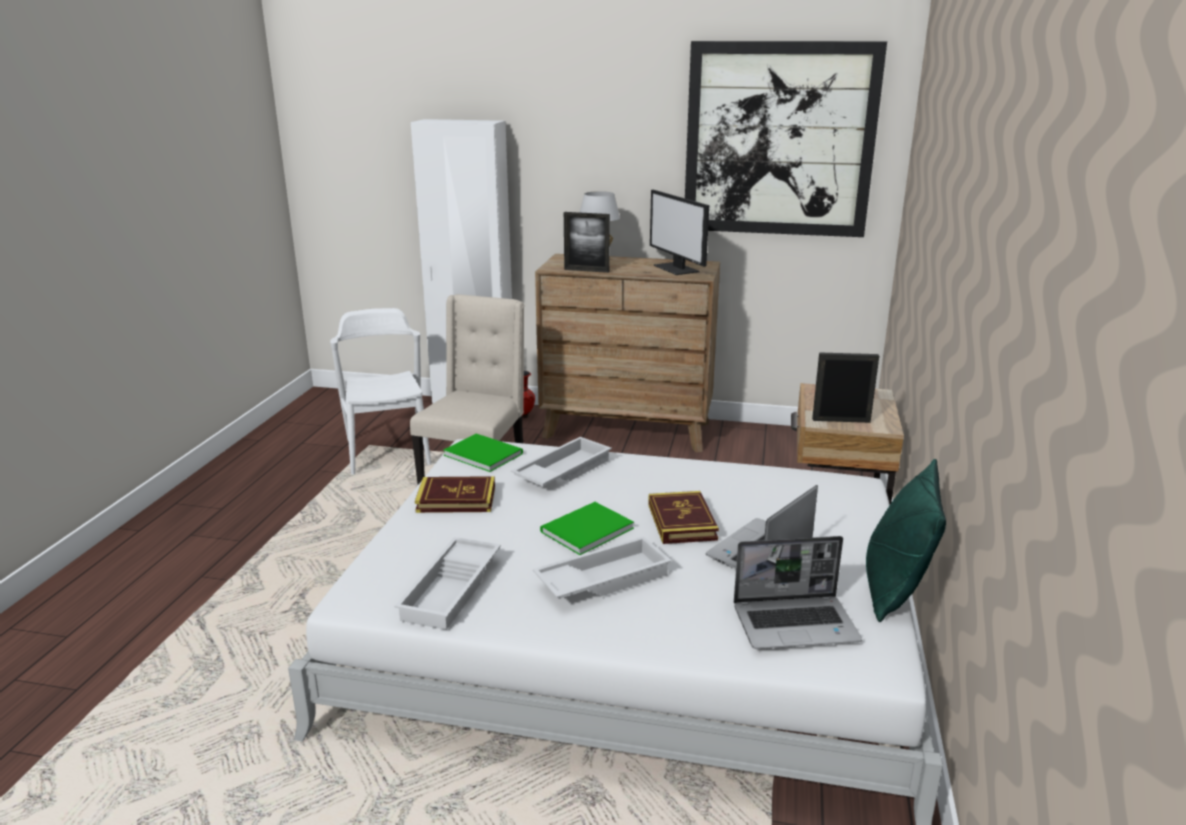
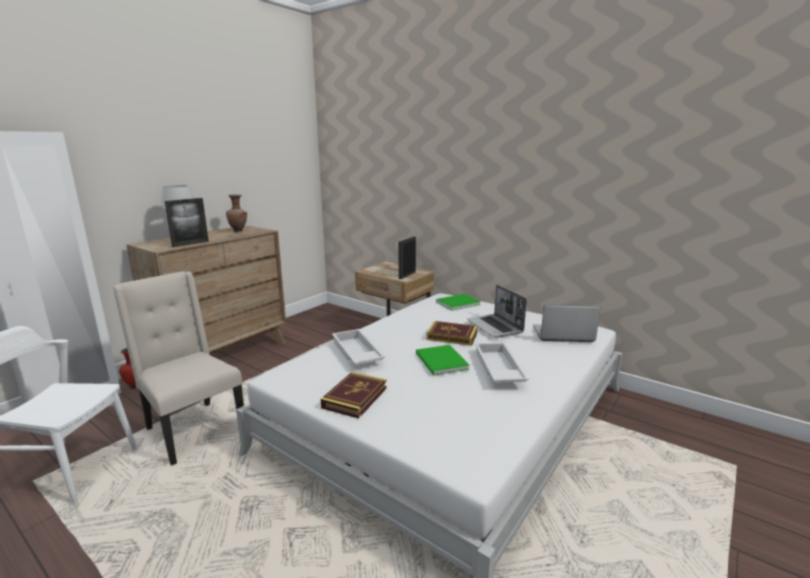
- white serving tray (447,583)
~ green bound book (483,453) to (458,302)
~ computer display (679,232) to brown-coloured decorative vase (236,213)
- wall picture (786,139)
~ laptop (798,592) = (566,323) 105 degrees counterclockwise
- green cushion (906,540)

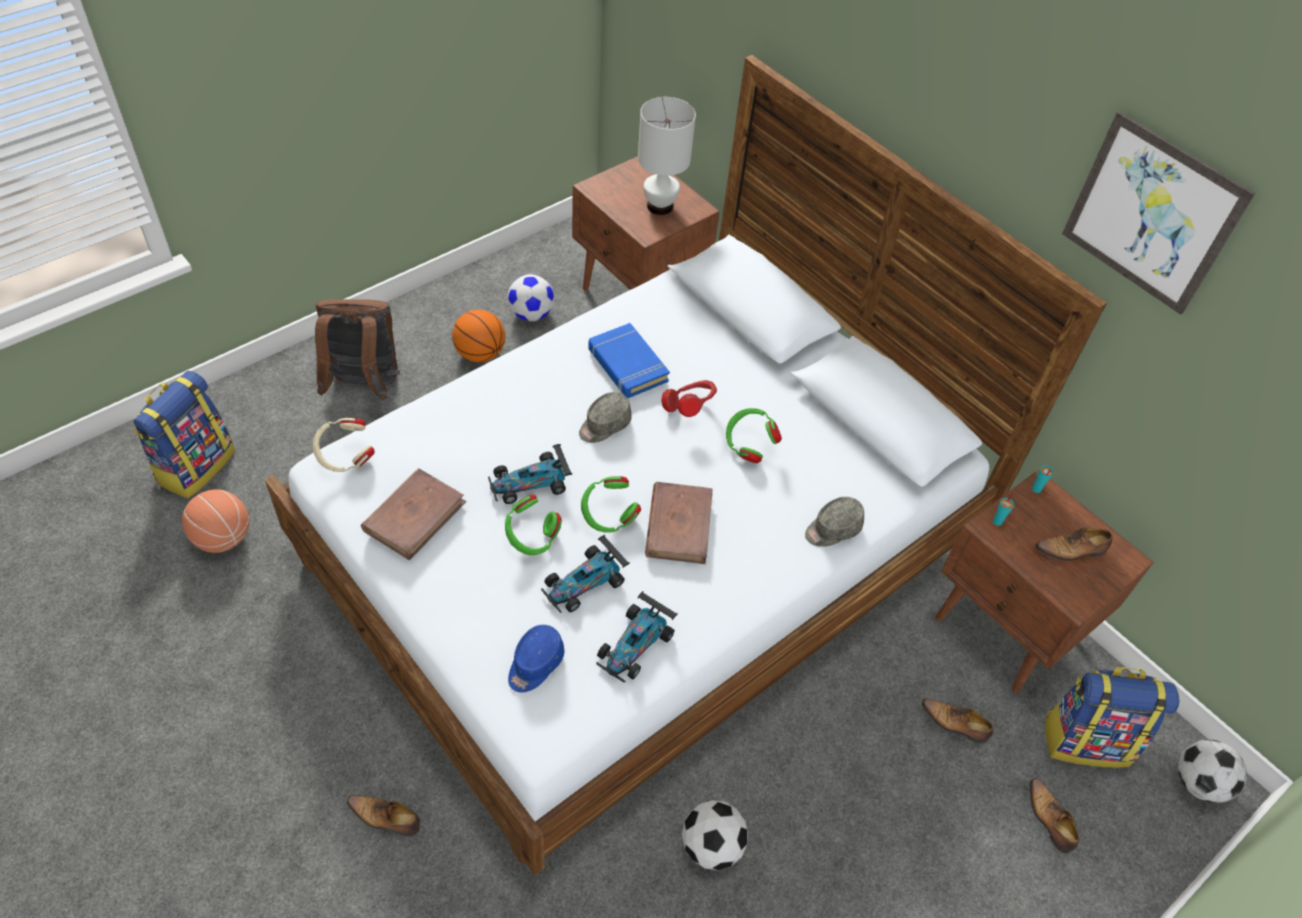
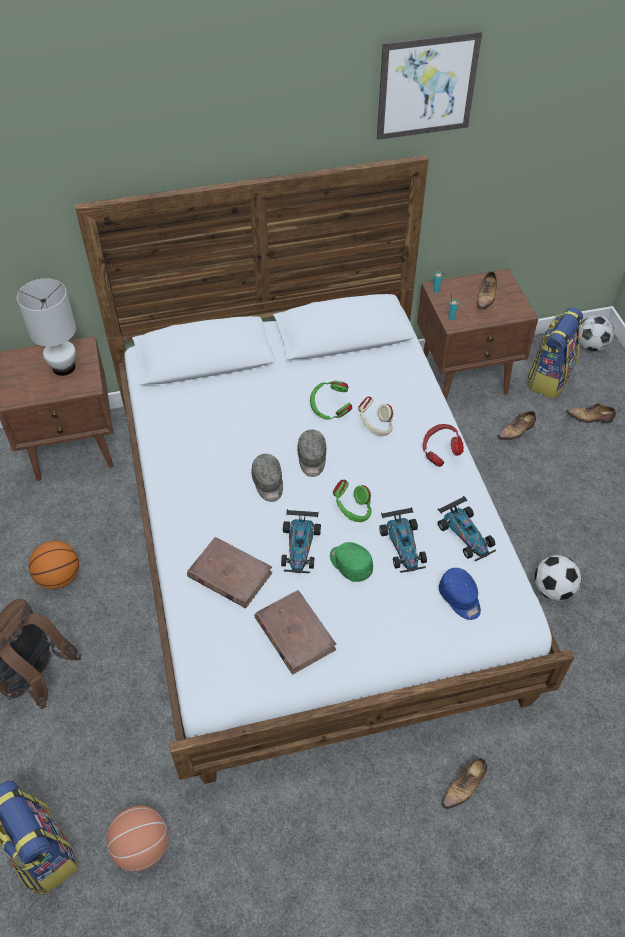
~ sand-coloured headset (344,445) to (376,416)
~ green headset (533,524) to green baseball cap (351,562)
- football (531,297)
- blue bound book (629,360)
~ brown-coloured bound book (679,523) to (230,572)
~ red headset (689,398) to (443,445)
~ gray baseball cap (834,522) to (311,453)

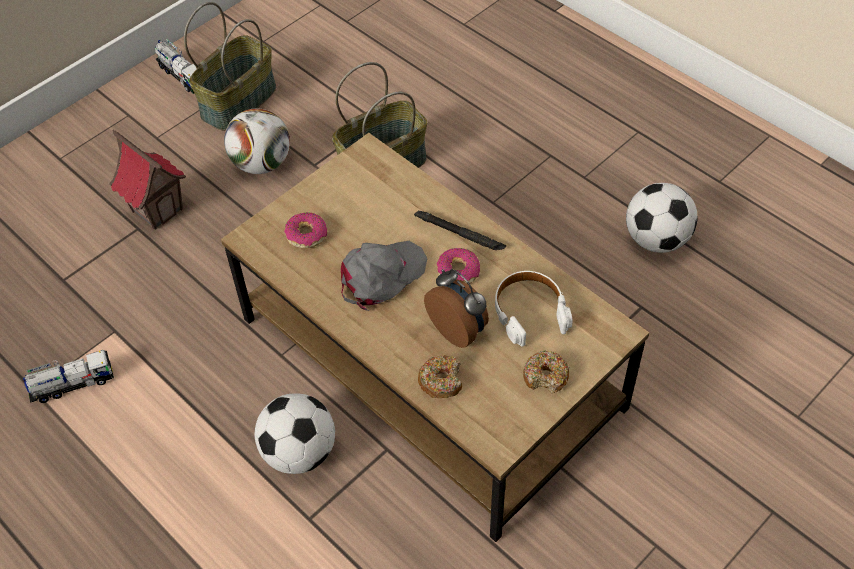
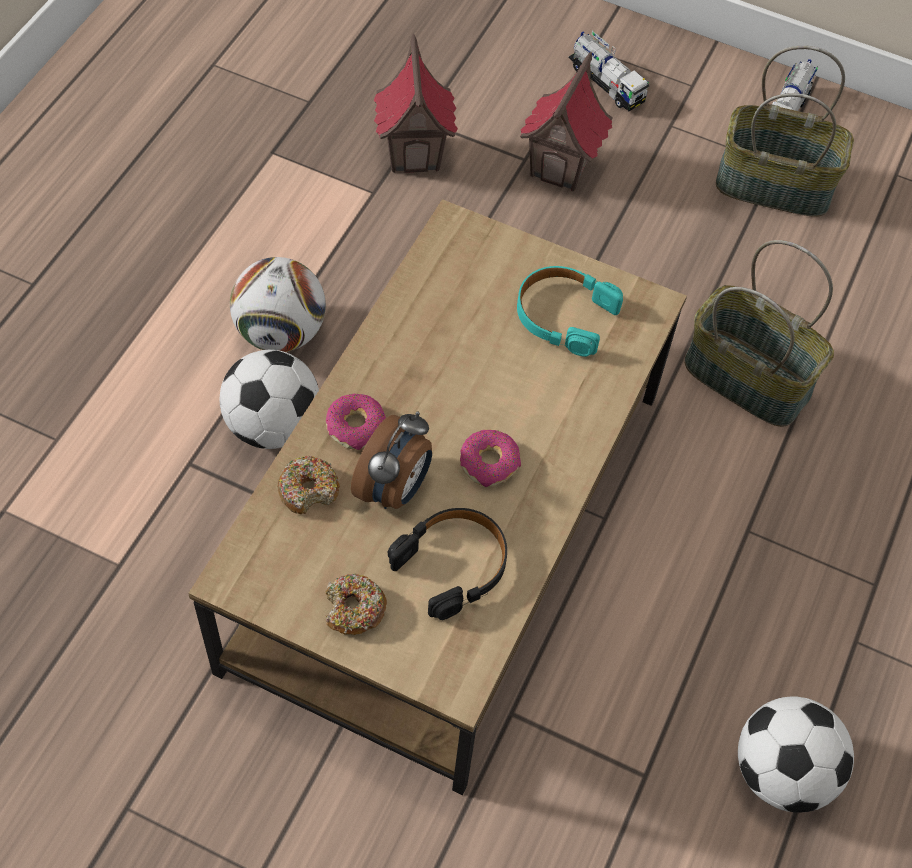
~ model truck (68,376) to (609,71)
~ football (257,141) to (278,304)
~ ring doughnut (305,230) to (356,421)
- gray baseball cap (384,276)
- black-coloured hand torch (460,230)
~ white headset (534,309) to black-coloured headset (447,564)
+ miniature house (416,103)
+ turquoise-coloured headset (570,311)

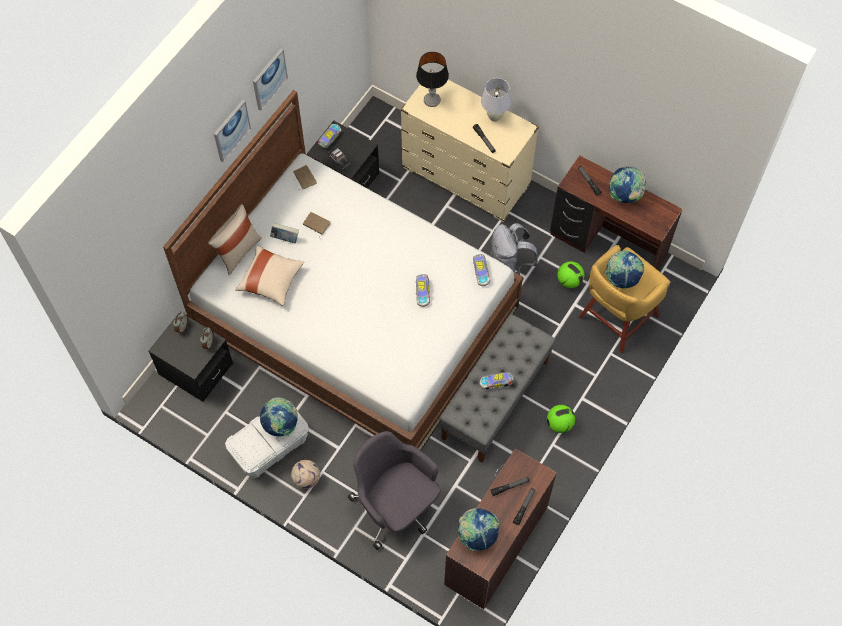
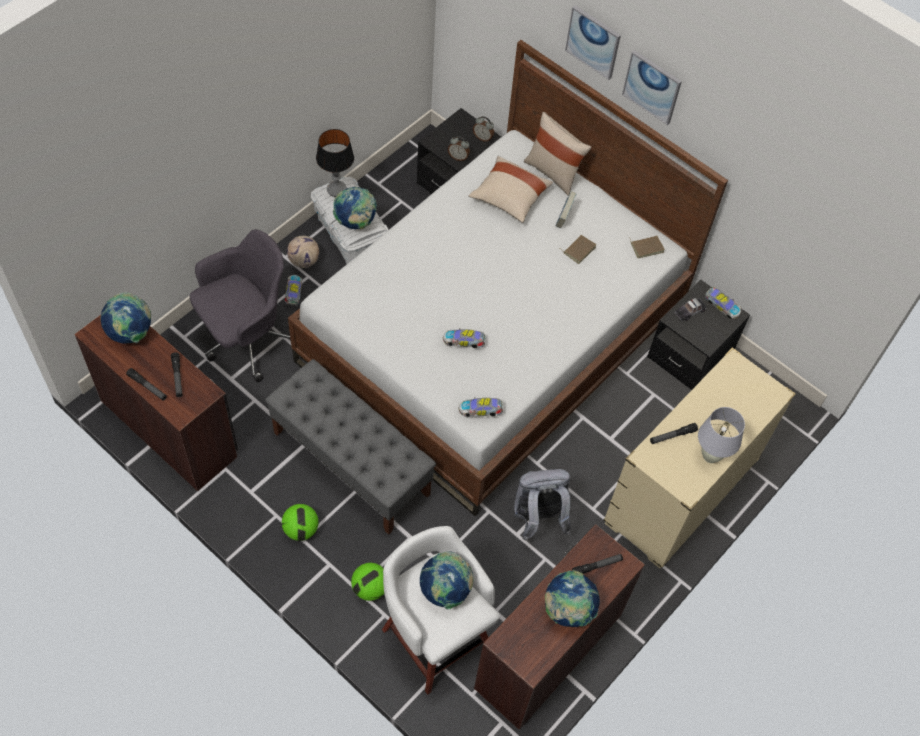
~ wall picture (270,80) to (593,42)
~ table lamp (432,79) to (335,163)
~ model car (496,381) to (294,290)
~ football (570,274) to (367,582)
~ yellow stool seat (624,299) to white stool seat (440,610)

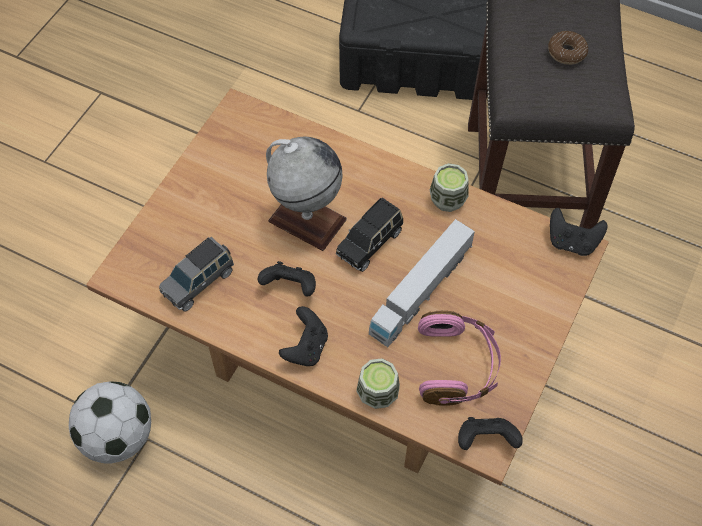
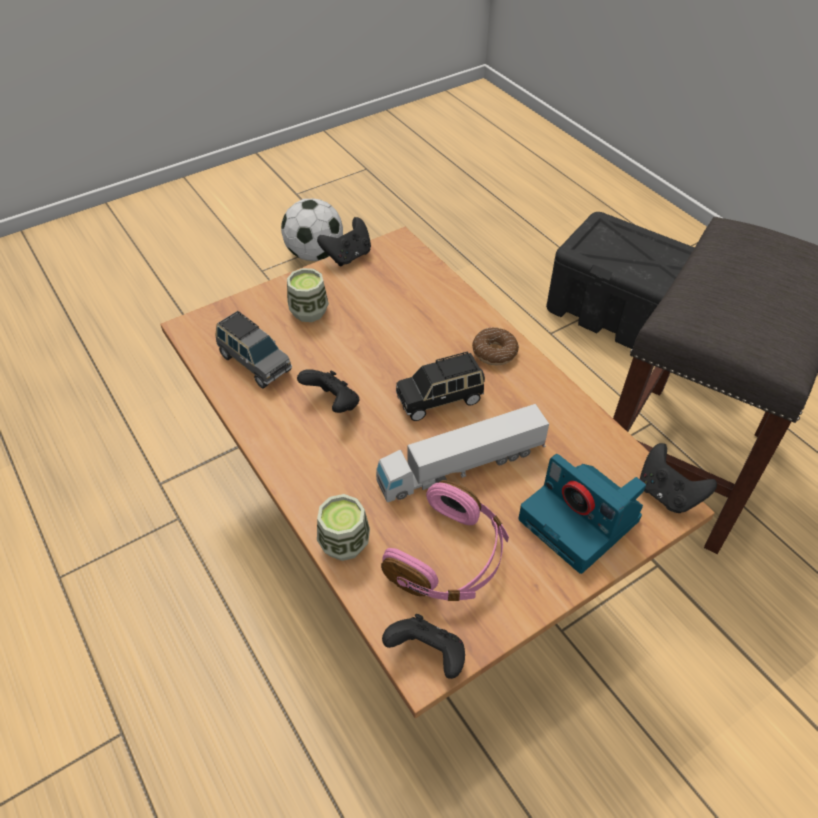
~ football (110,422) to (312,230)
~ gray model car (196,274) = (254,350) 120 degrees counterclockwise
- world globe (306,193)
~ black-coloured game controller (303,336) to (344,242)
~ cup (449,187) to (308,295)
~ ring doughnut (568,48) to (495,346)
+ photo camera (582,514)

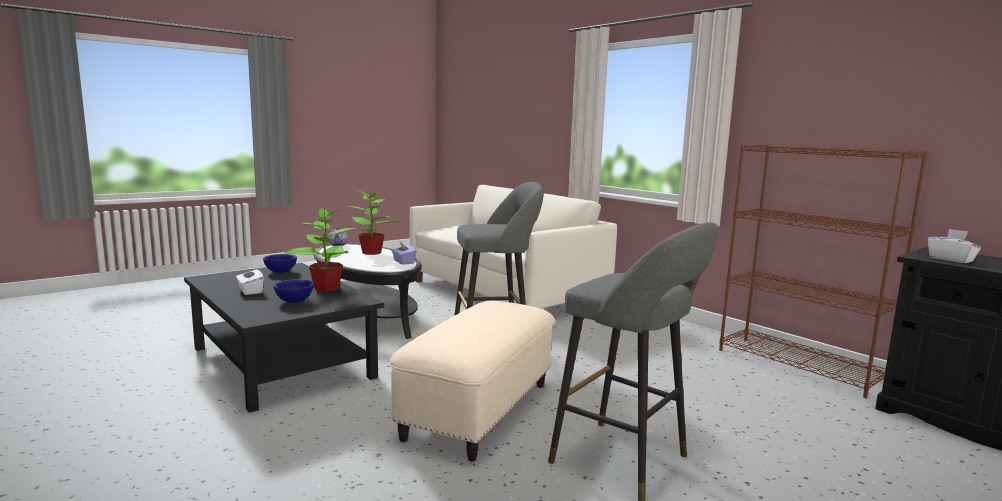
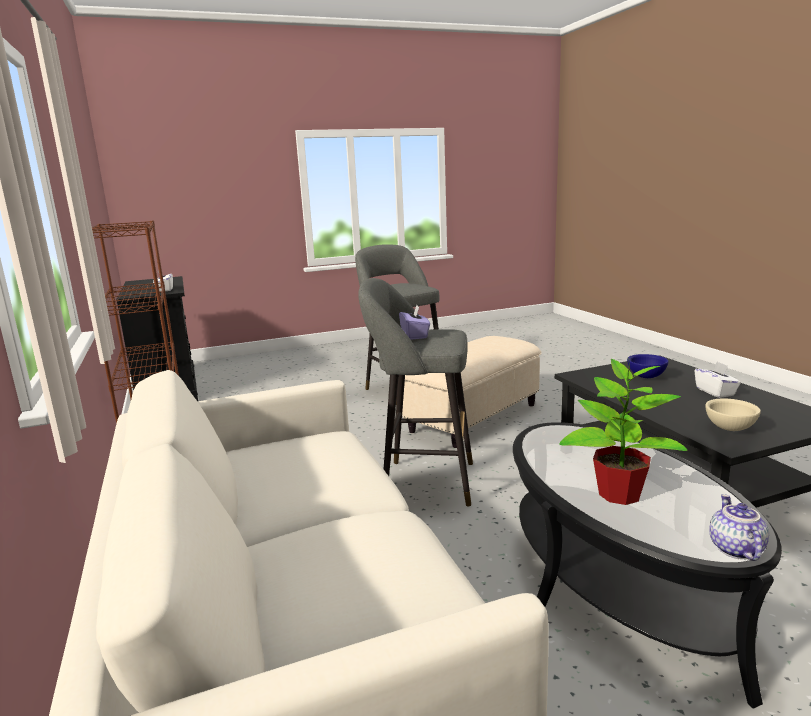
~ blue serving bowl (280,263) to sand-coloured serving bowl (733,414)
- houseplant (320,249)
~ purplish tissue box (404,253) to (414,322)

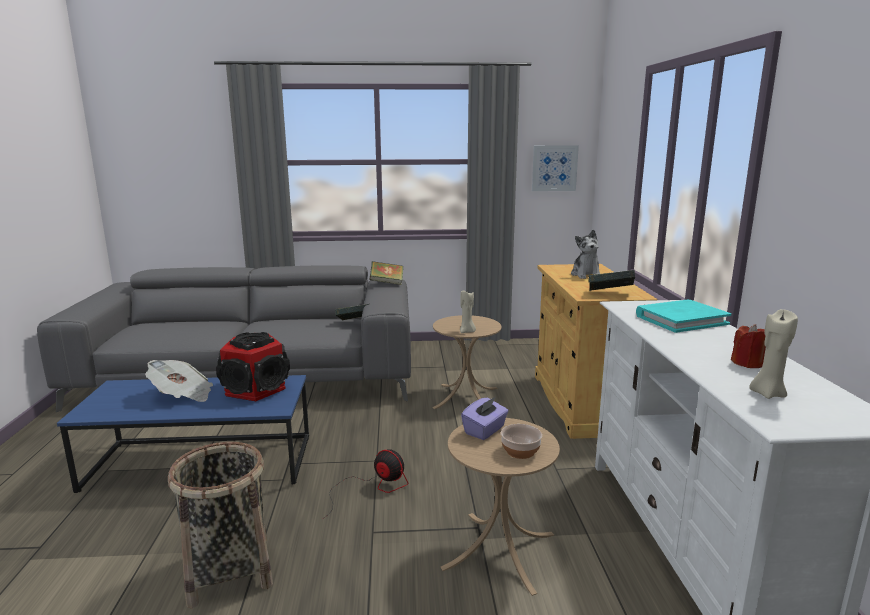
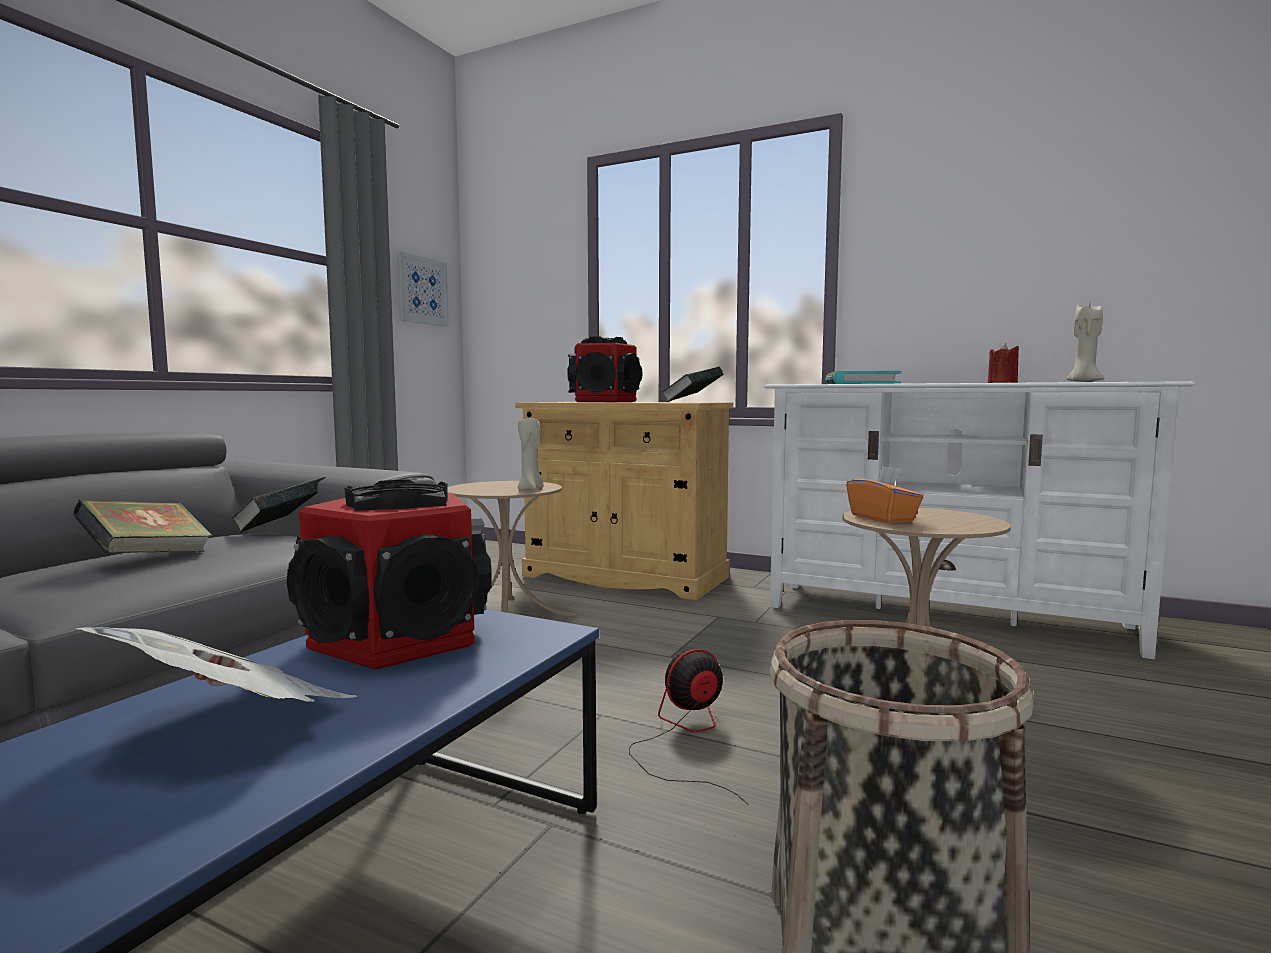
~ bound book (386,273) to (142,526)
~ purplish tissue box (485,418) to orange tissue box (885,494)
- serving bowl (521,441)
~ soft toy (586,254) to loudspeaker (605,369)

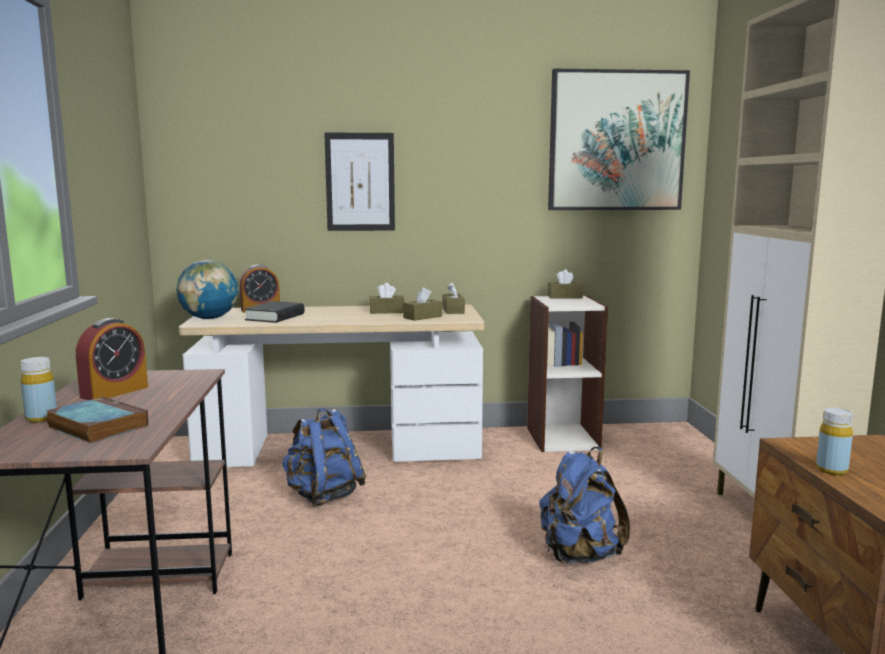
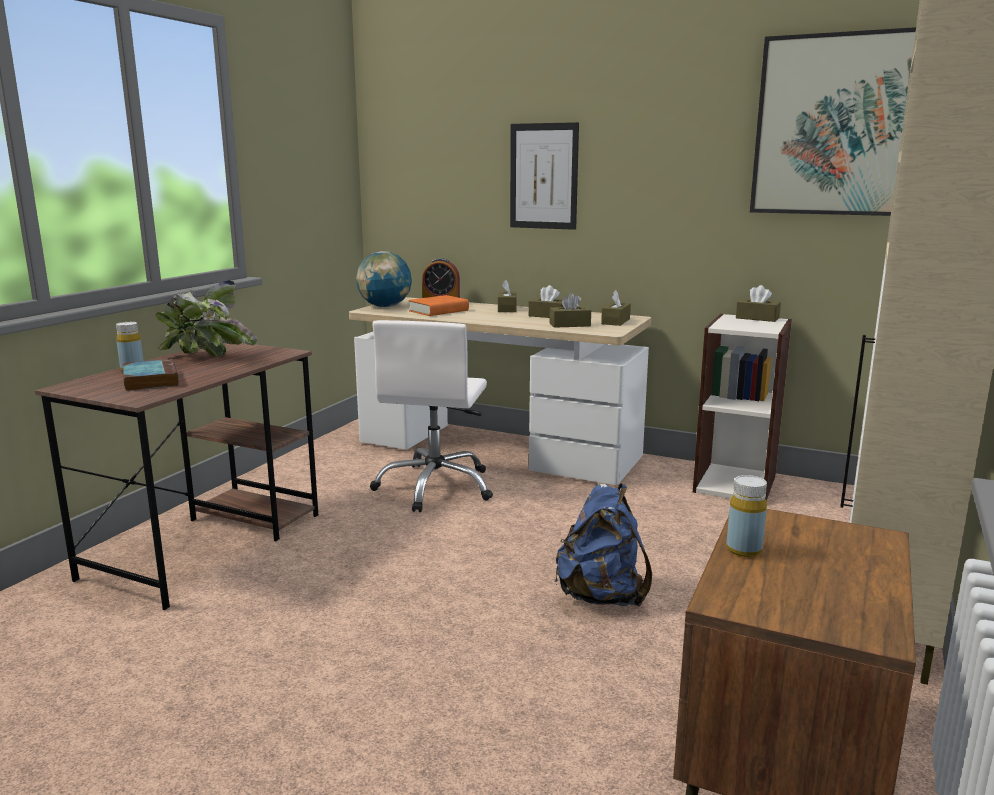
~ bedside clock (112,359) to houseplant (206,318)
~ black-coloured bound book (274,312) to orange bound book (439,305)
~ blue knapsack (324,457) to white computer chair (431,416)
+ brown-coloured tissue box (507,296)

